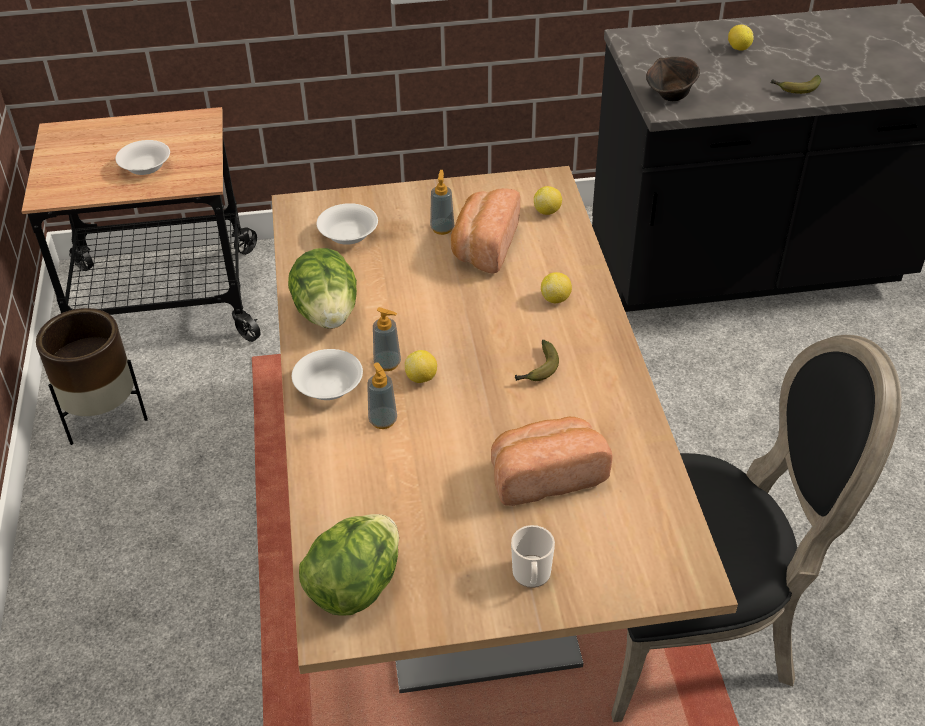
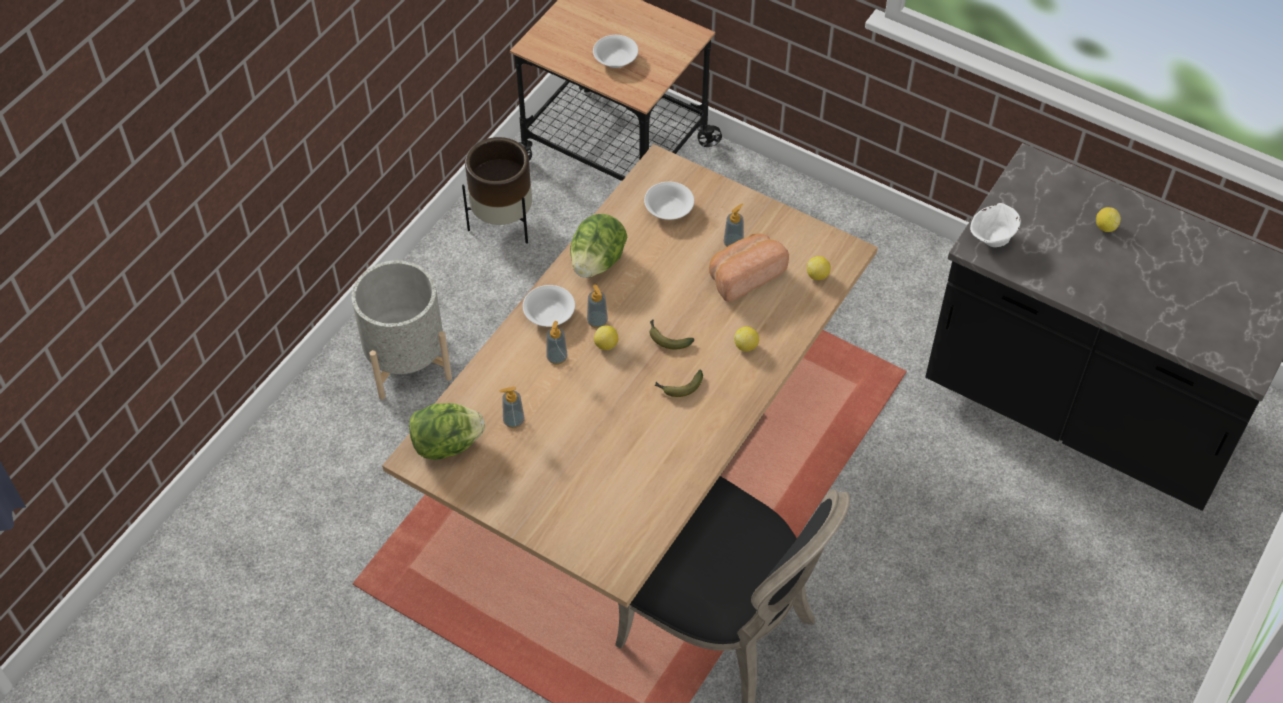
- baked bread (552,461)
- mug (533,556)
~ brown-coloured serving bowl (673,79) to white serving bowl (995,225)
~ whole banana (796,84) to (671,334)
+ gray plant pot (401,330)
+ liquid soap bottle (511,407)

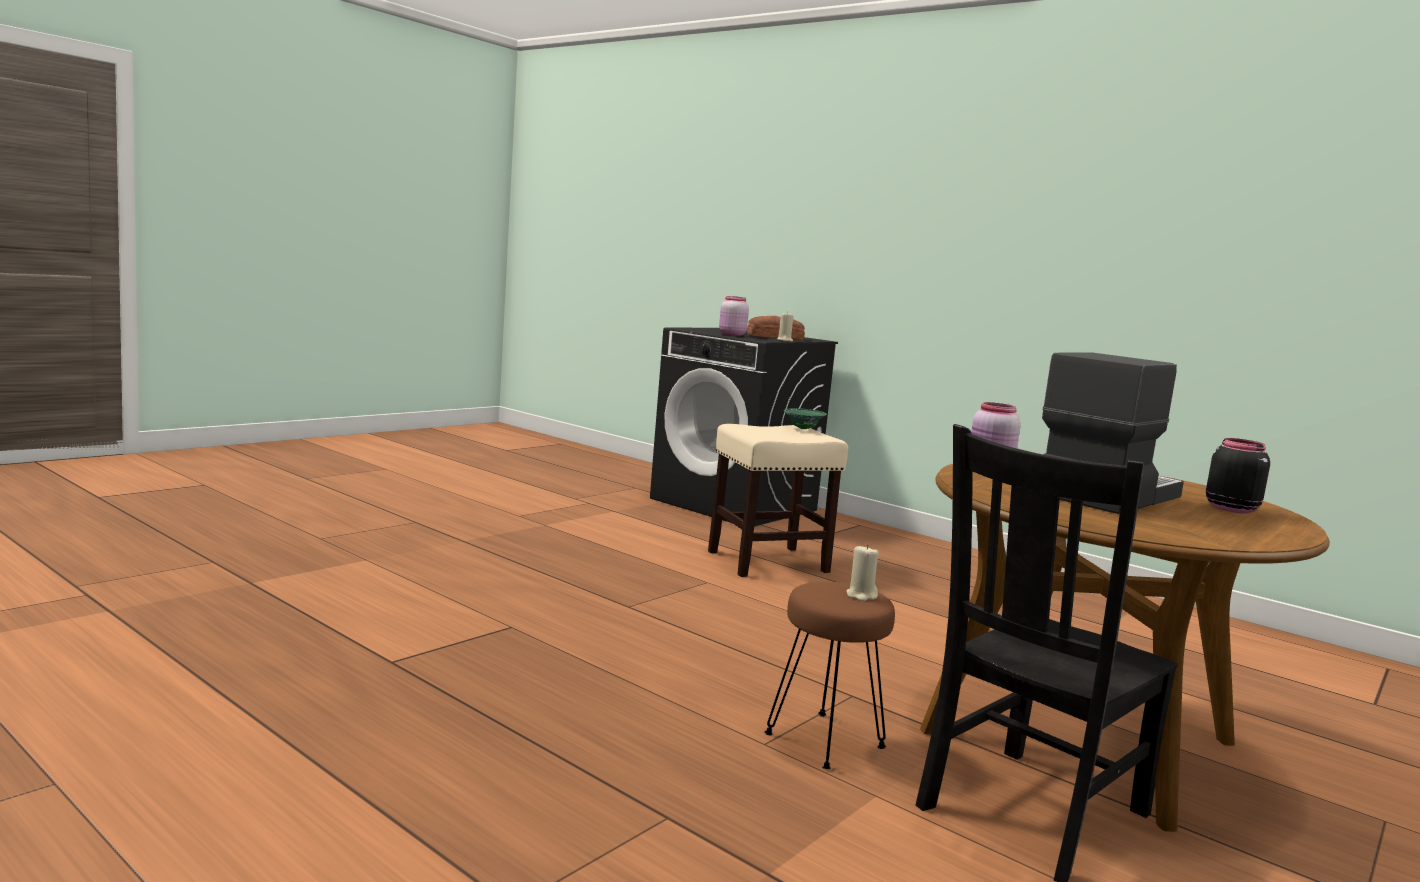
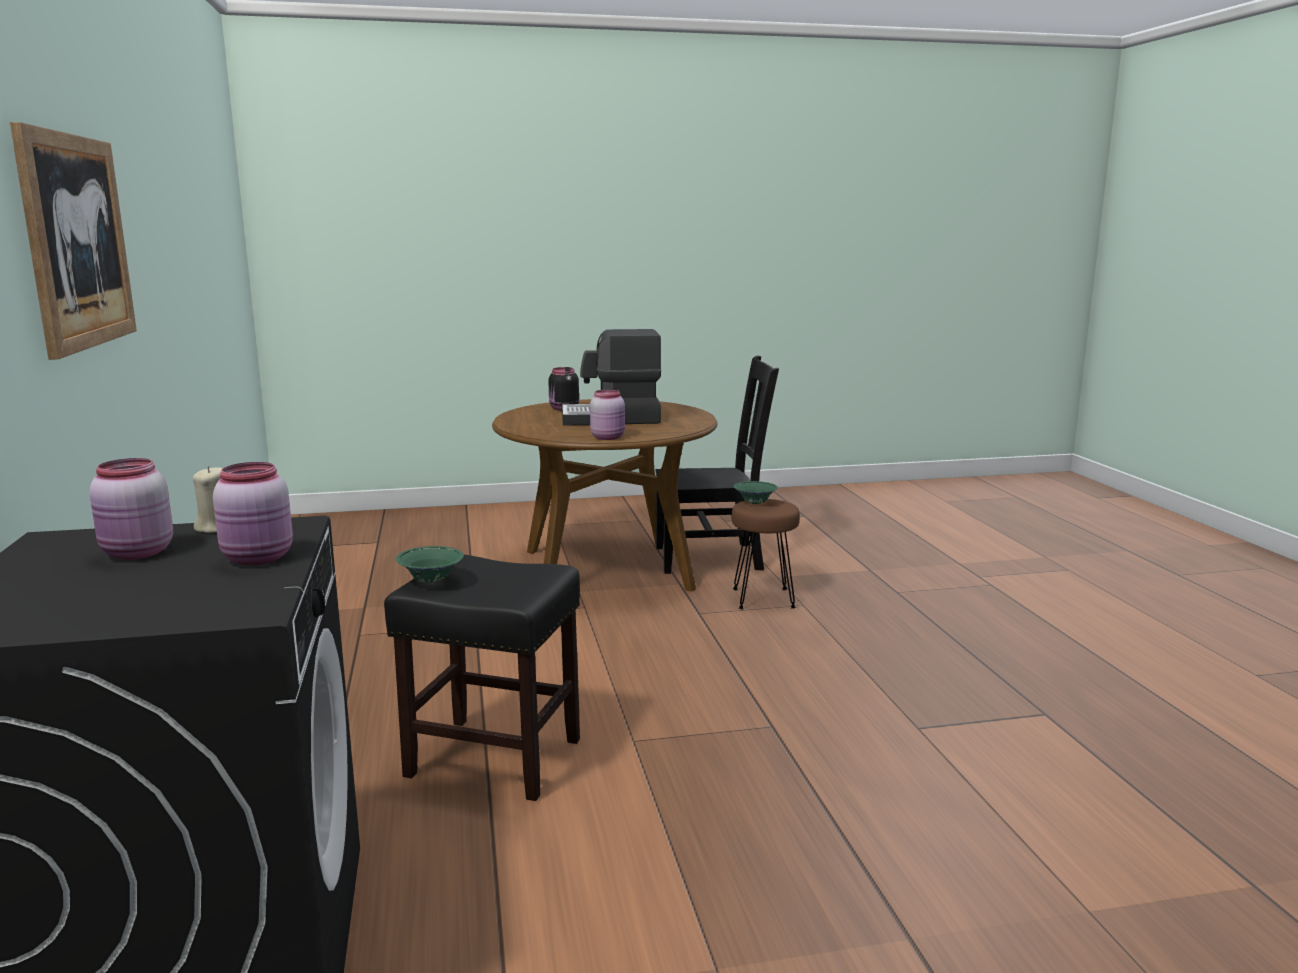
~ sand-coloured stool seat (778,500) to black-coloured stool seat (482,678)
~ baked bread (776,328) to pinkish storage jar (131,509)
~ sand-coloured wax light (863,572) to green serving bowl (755,492)
+ wall picture (73,241)

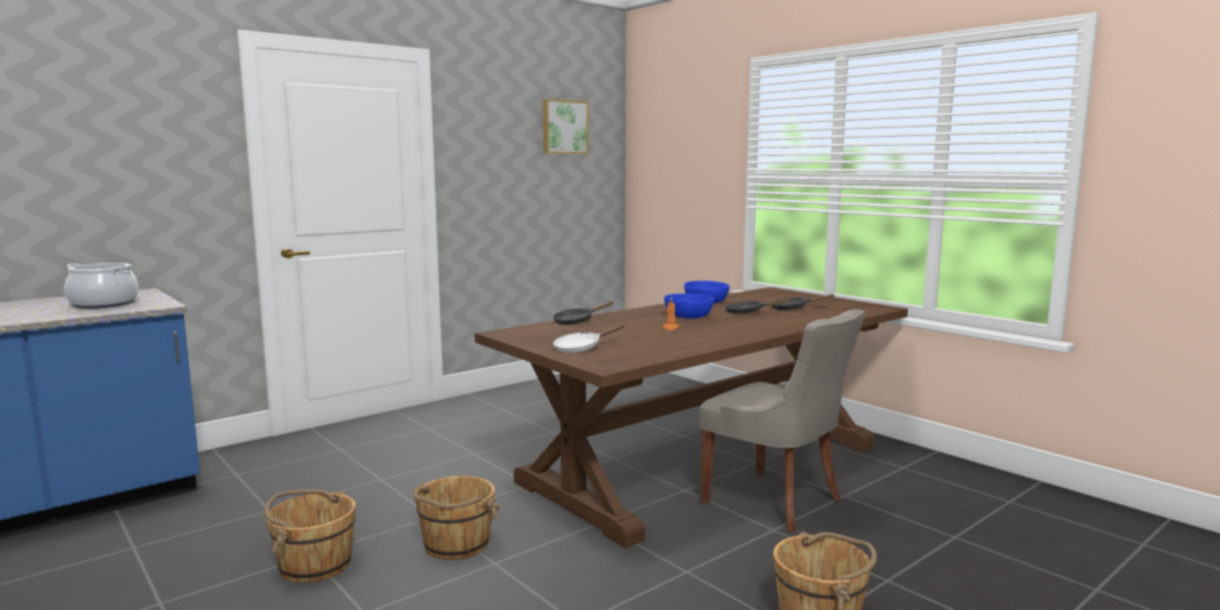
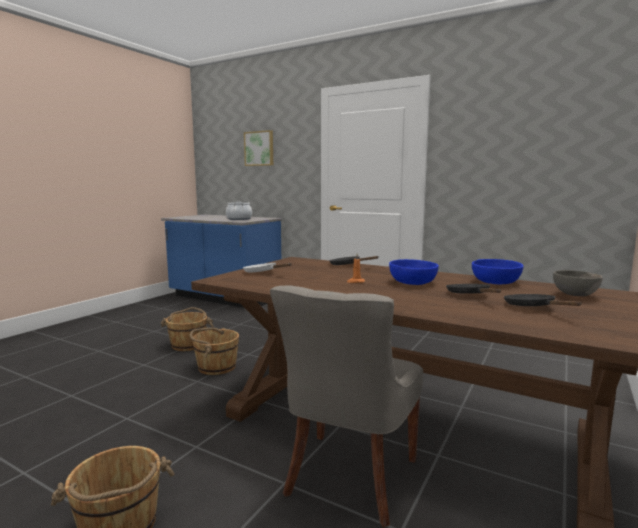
~ wall picture (566,126) to (258,148)
+ gray serving bowl (578,283)

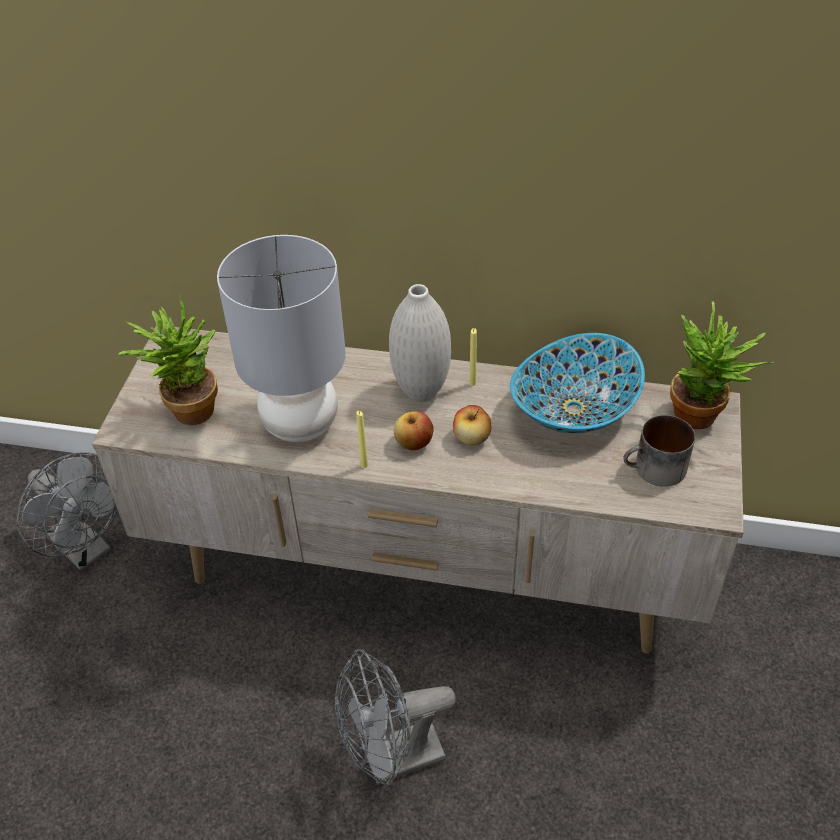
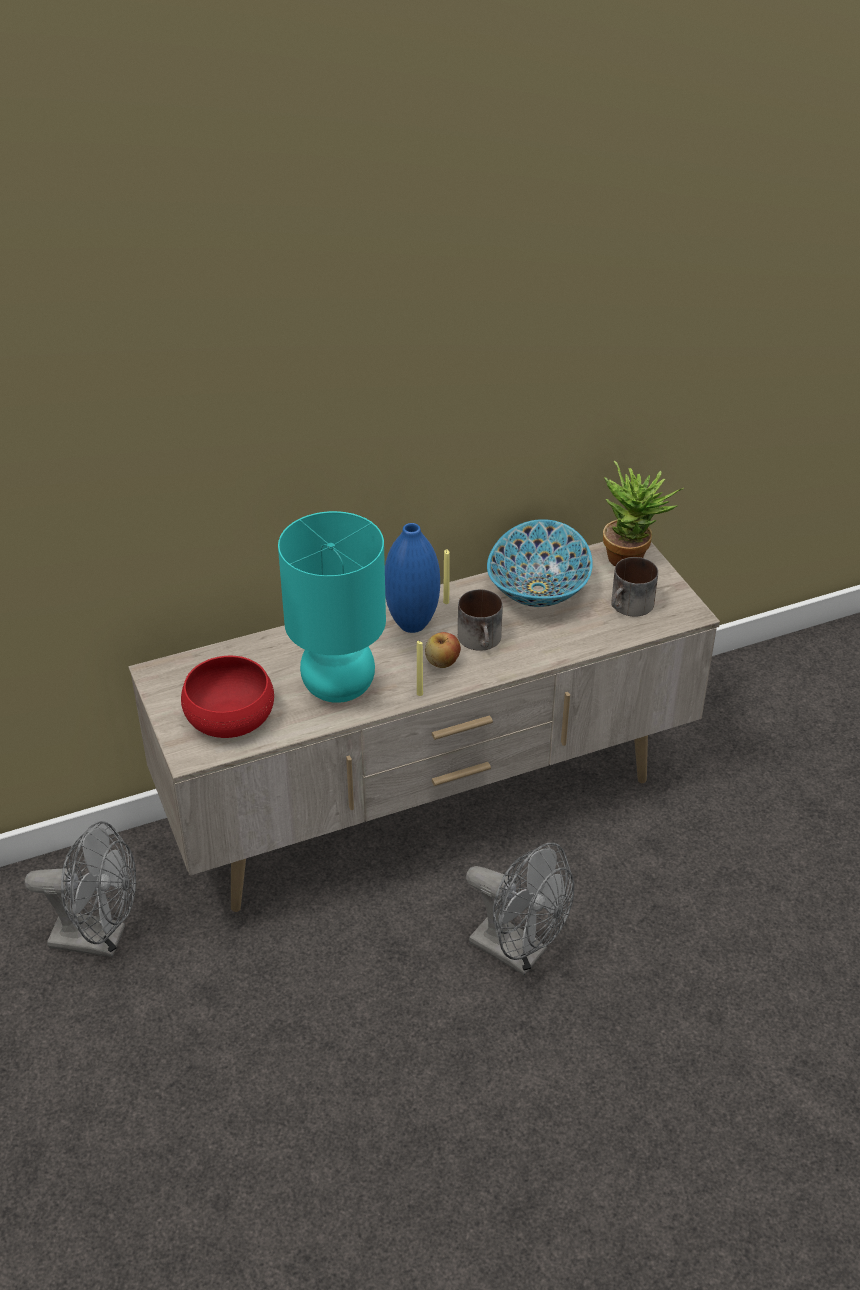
~ houseplant (168,360) to red serving bowl (227,697)
~ gray table lamp (281,338) to turquoise-coloured table lamp (332,607)
~ gray electric fan (395,717) = (520,909) 90 degrees counterclockwise
~ white decorative vase (420,343) to blue decorative vase (412,578)
~ apple fruit (472,425) to mug (480,620)

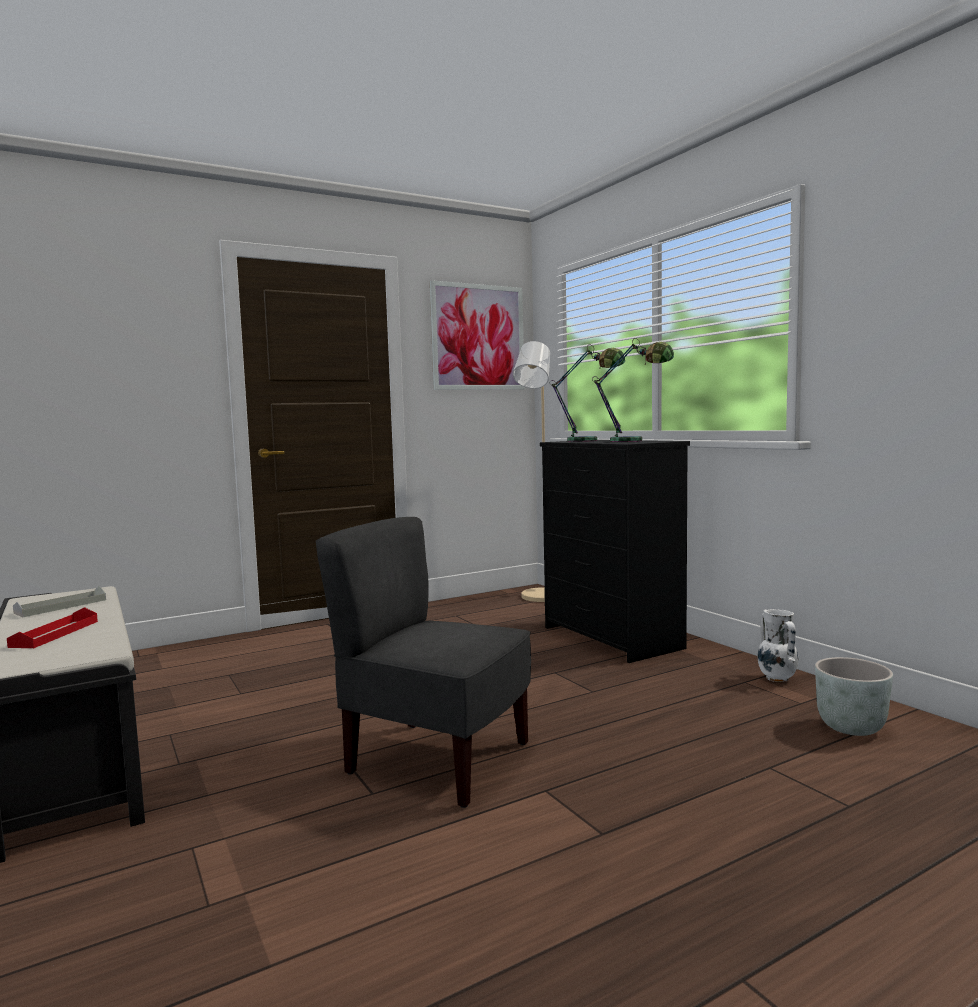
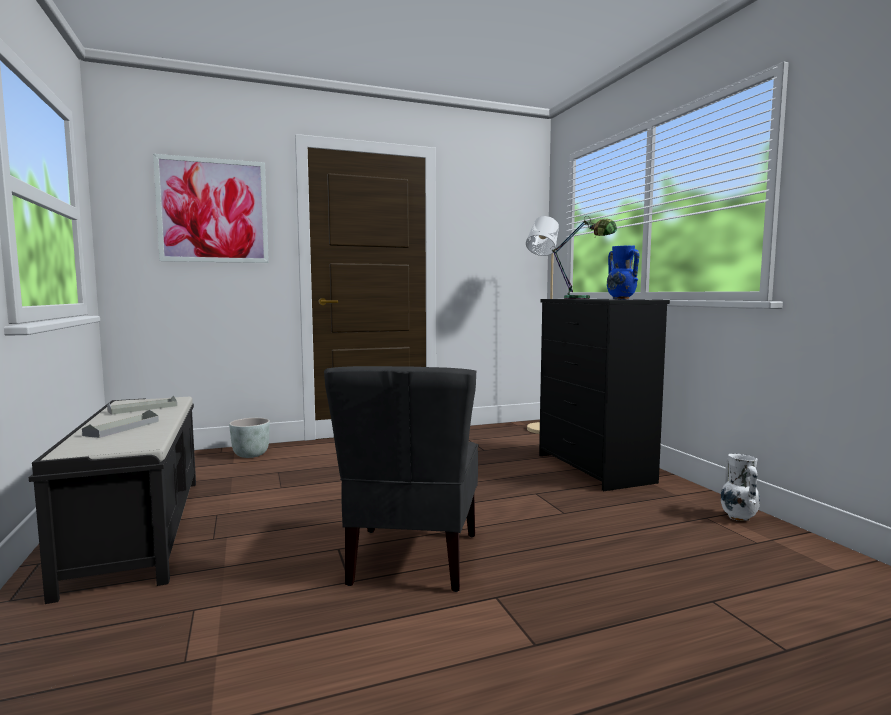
~ red serving tray (52,627) to gray serving tray (120,424)
~ gray plain chair (423,662) = (401,479) 120 degrees counterclockwise
~ wall picture (477,335) to (211,208)
~ table lamp (633,390) to blue decorative vase (623,272)
~ gray plant pot (854,696) to (249,438)

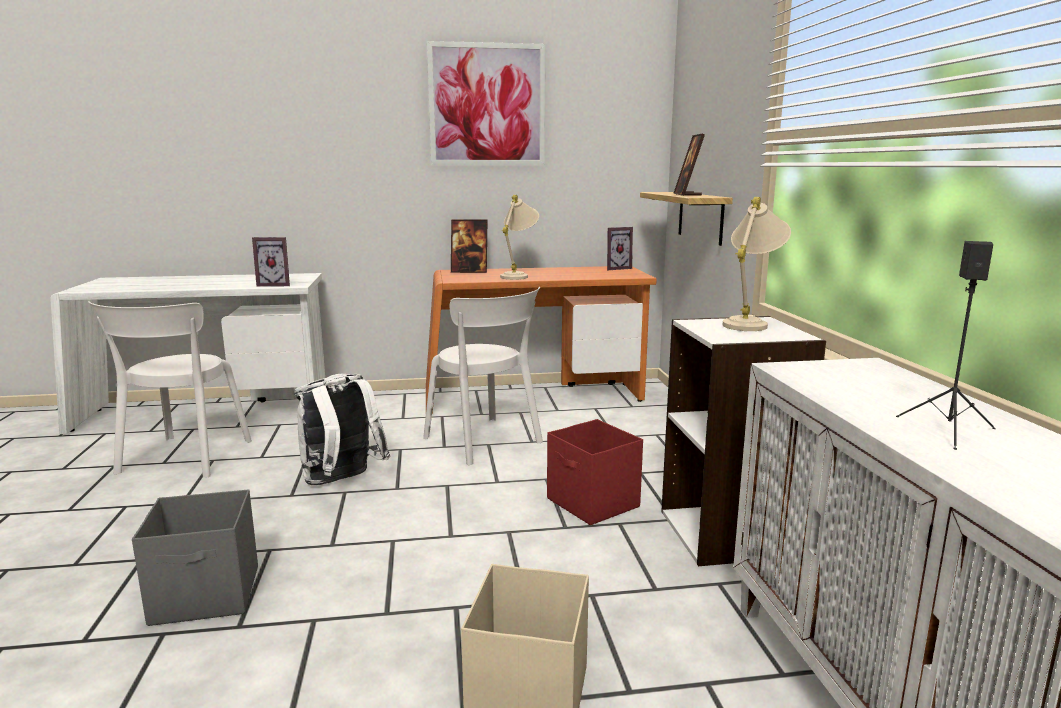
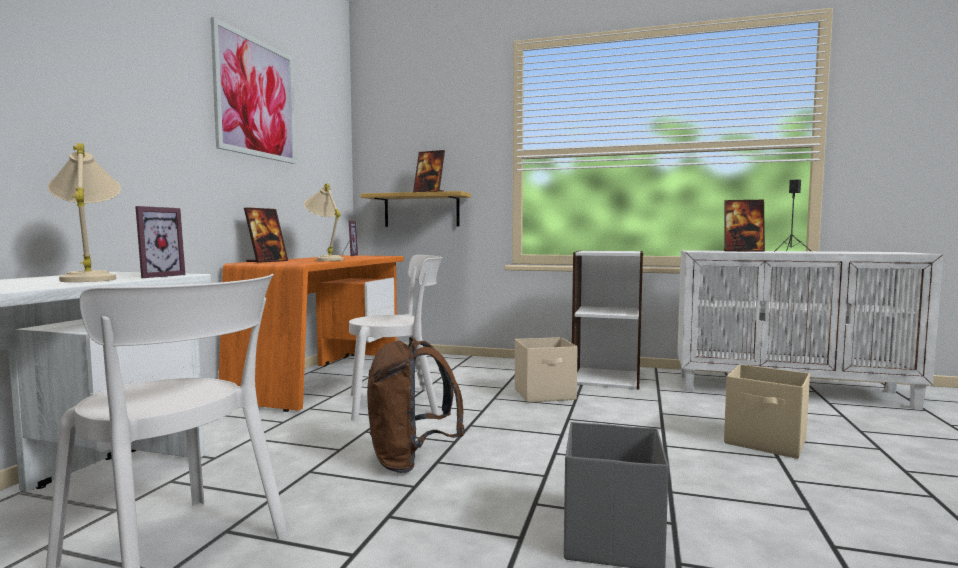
~ white knapsack (342,429) to brown-coloured knapsack (416,405)
~ red storage bin (595,472) to sand-coloured storage bin (546,370)
~ sand-coloured table lamp (757,264) to (84,212)
+ picture frame (744,226)

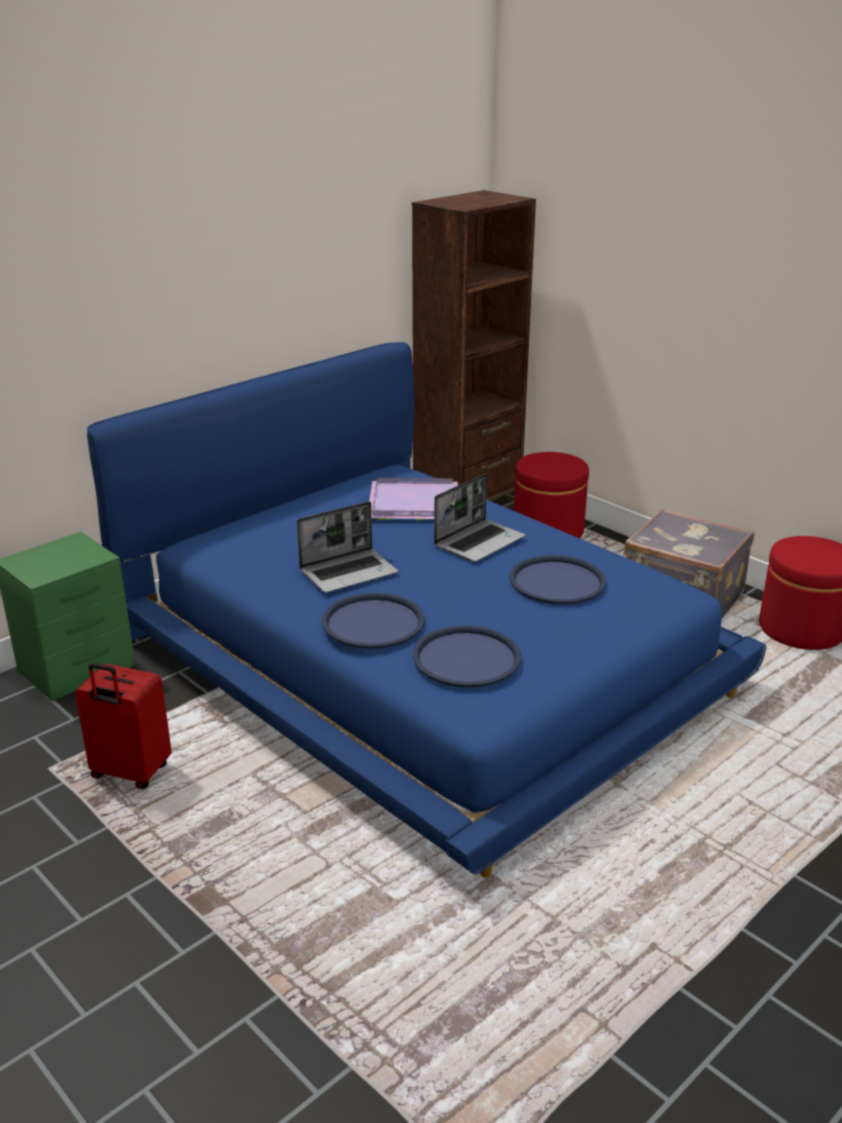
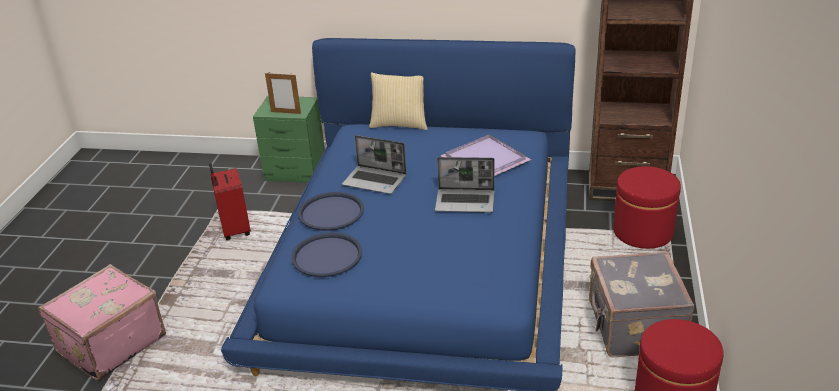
- blue serving tray (557,580)
+ pinkish suitcase (102,322)
+ picture frame (283,93)
+ cushion (398,101)

